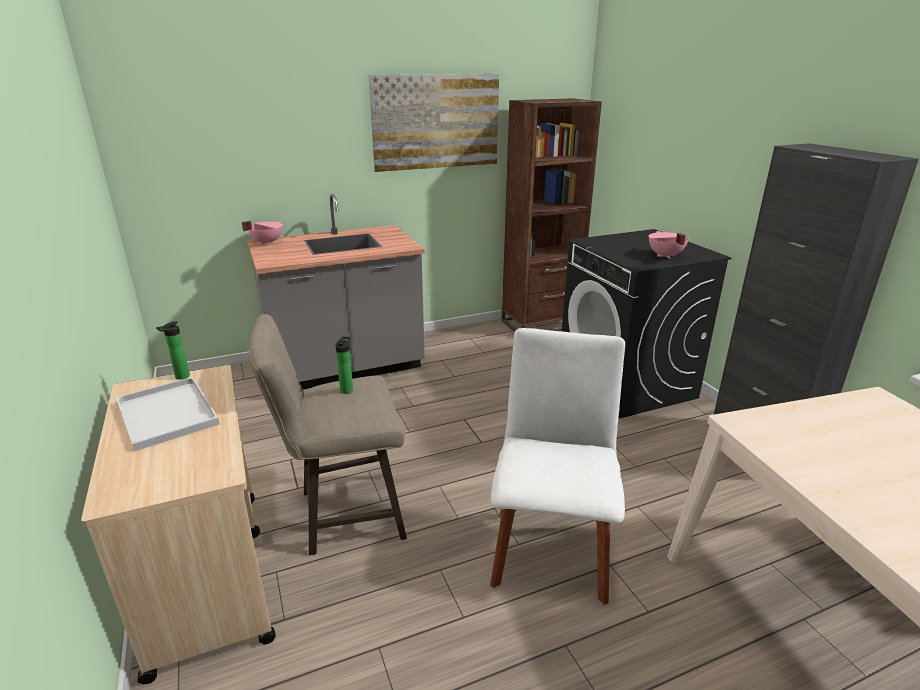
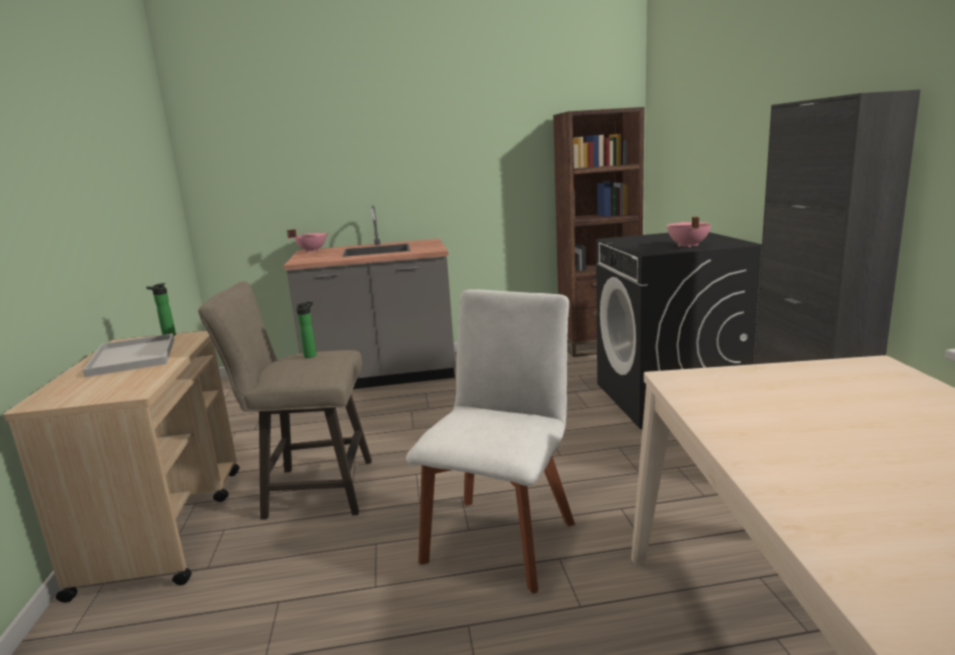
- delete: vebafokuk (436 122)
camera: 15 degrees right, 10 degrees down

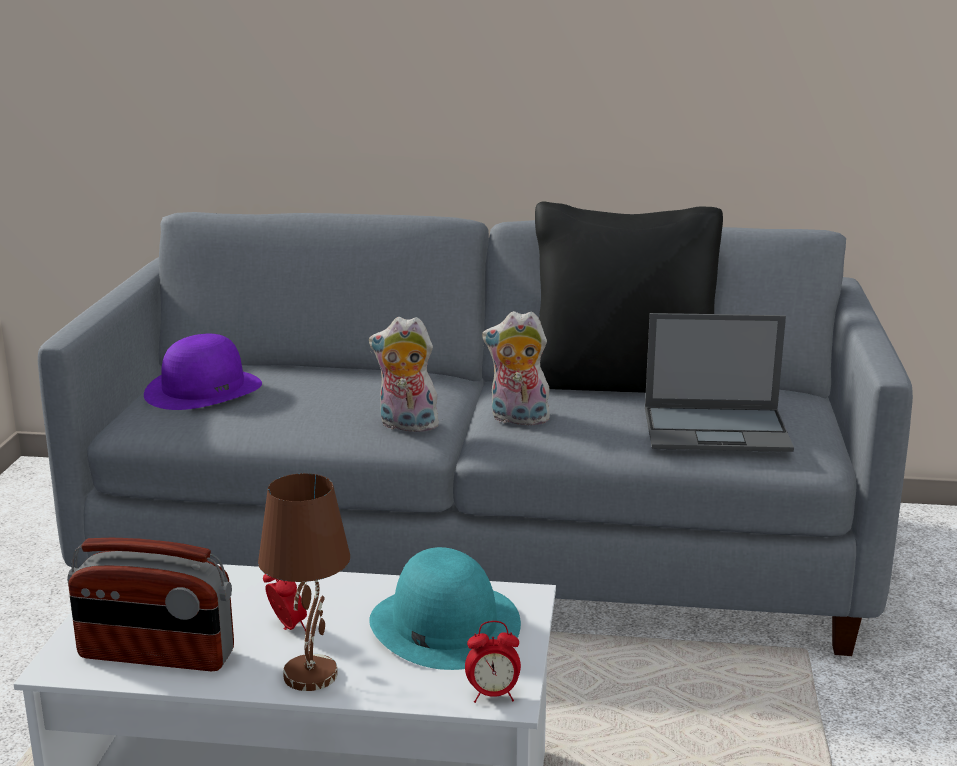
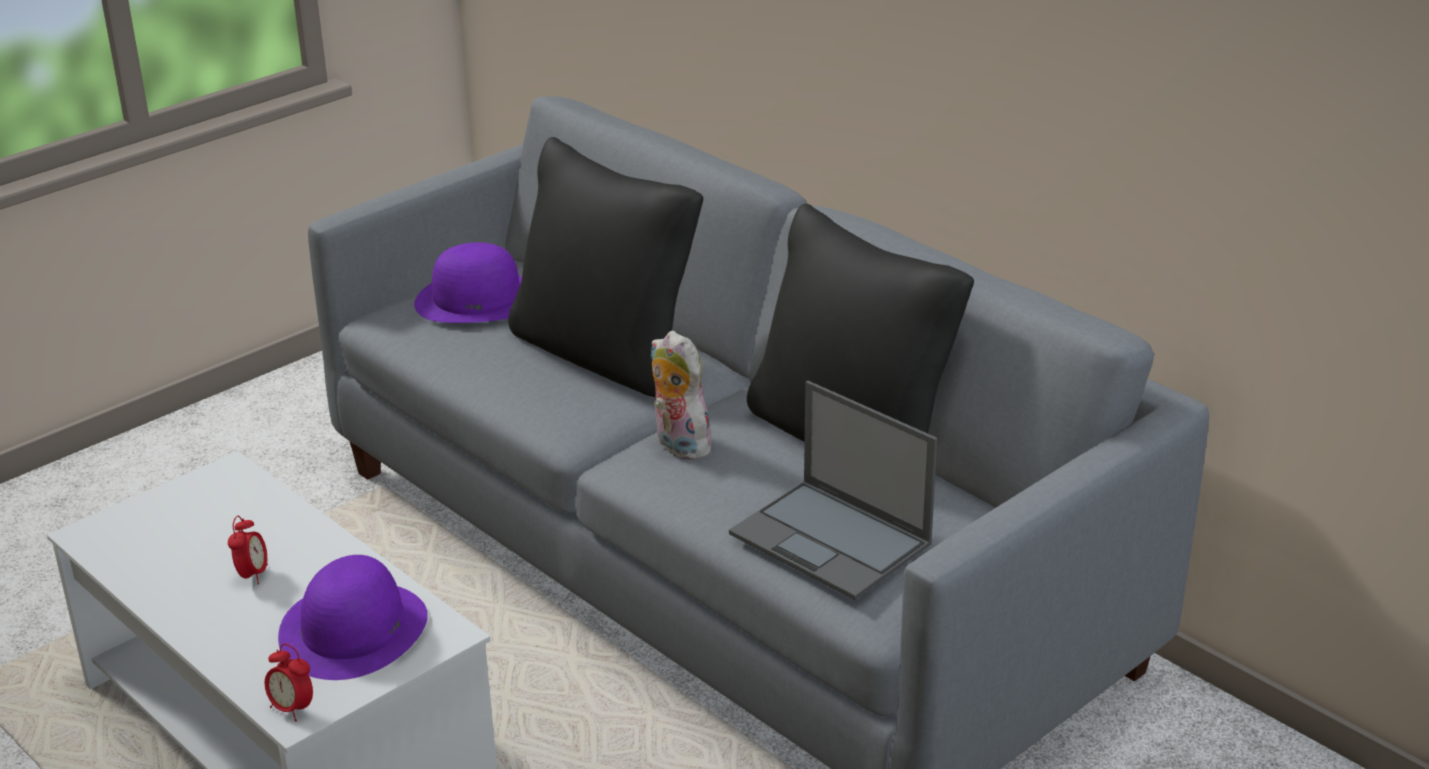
- delete: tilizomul (156 656)
- delete: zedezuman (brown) (310 674)
- delete: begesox (406 426)
- recolor: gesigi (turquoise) (444 625) to gesigi (purple) (354 629)
- insert: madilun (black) (605 354)
camera: 40 degrees right, 10 degrees up

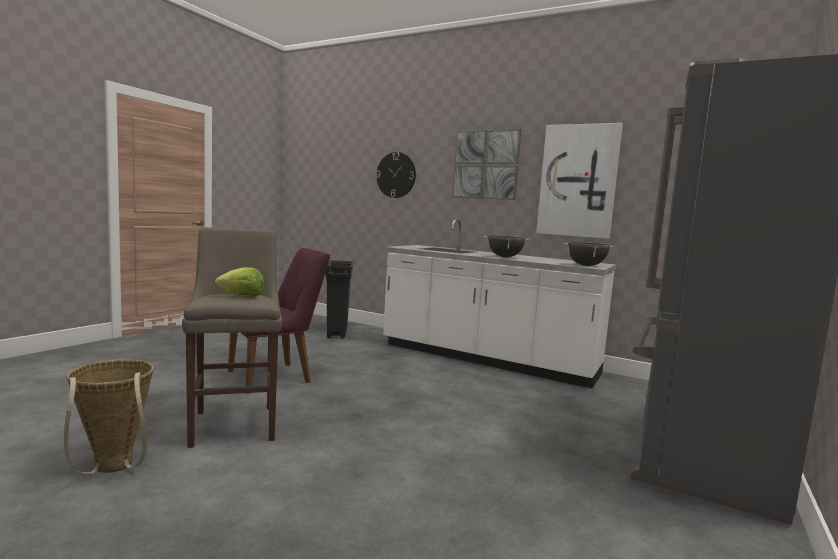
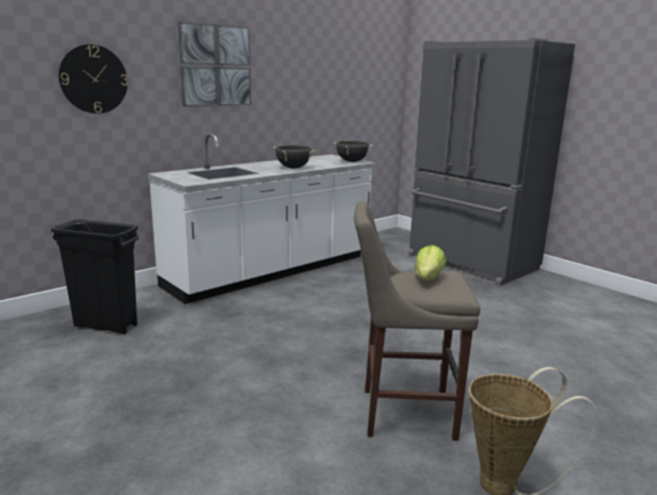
- delete: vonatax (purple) (277 376)
- delete: vebafokuk (578 181)
camera: 70 degrees left, 10 degrees up

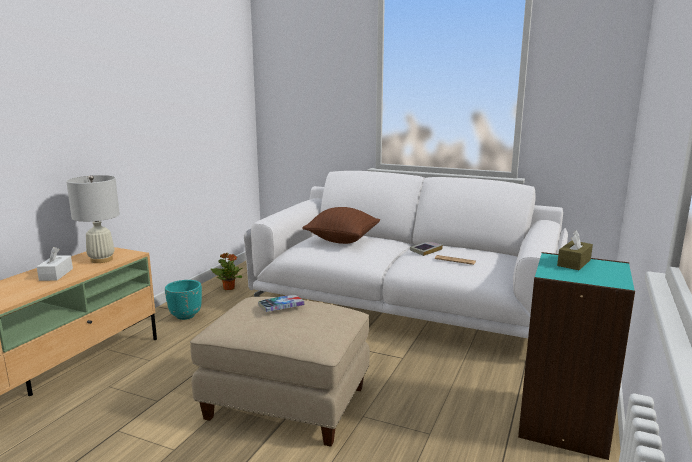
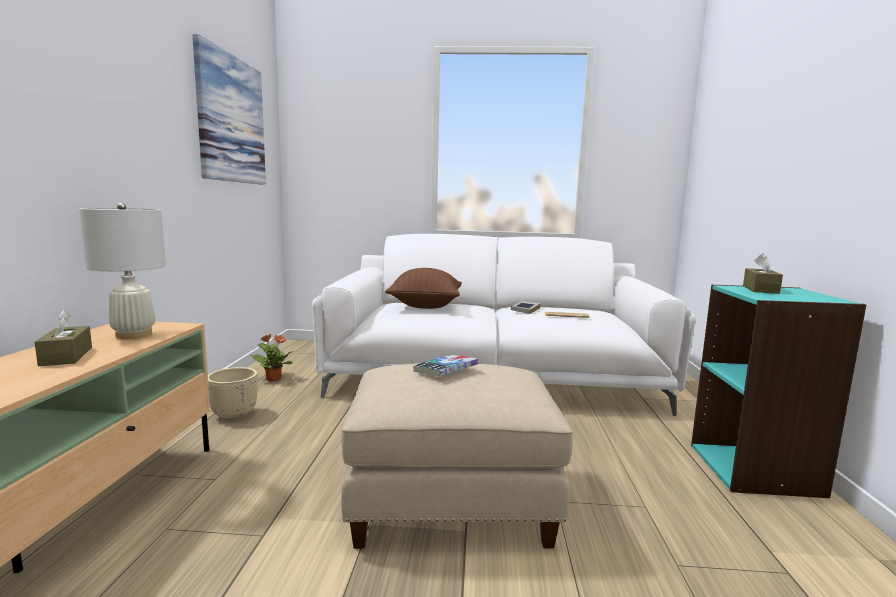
- recolor: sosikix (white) (56 274) to sosikix (brown) (66 356)
- recolor: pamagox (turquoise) (186 316) to pamagox (beige) (235 416)
- insert: vebafokuk (231 119)
camera: 20 degrees left, 5 degrees down

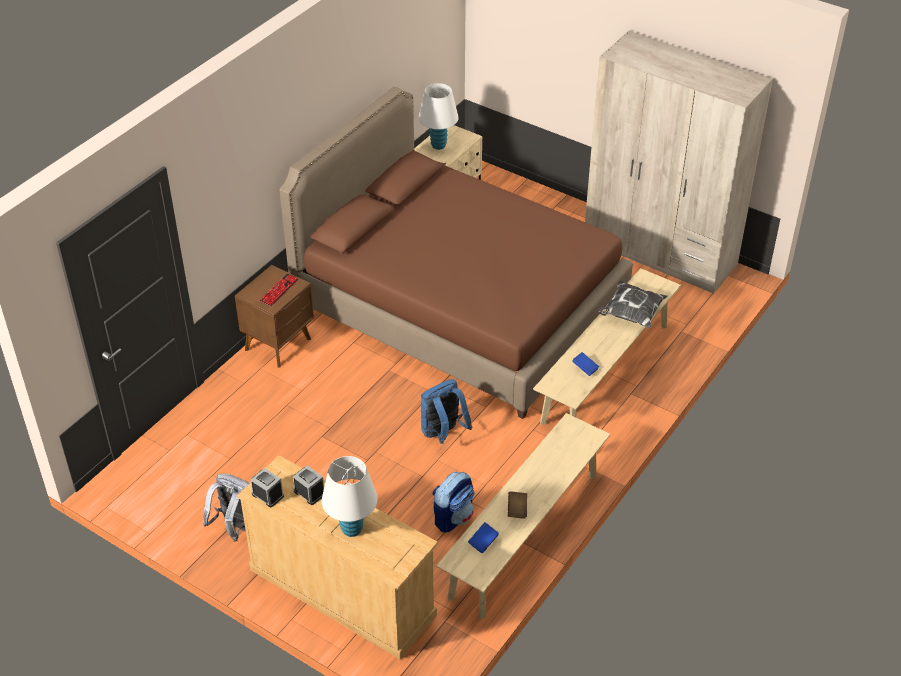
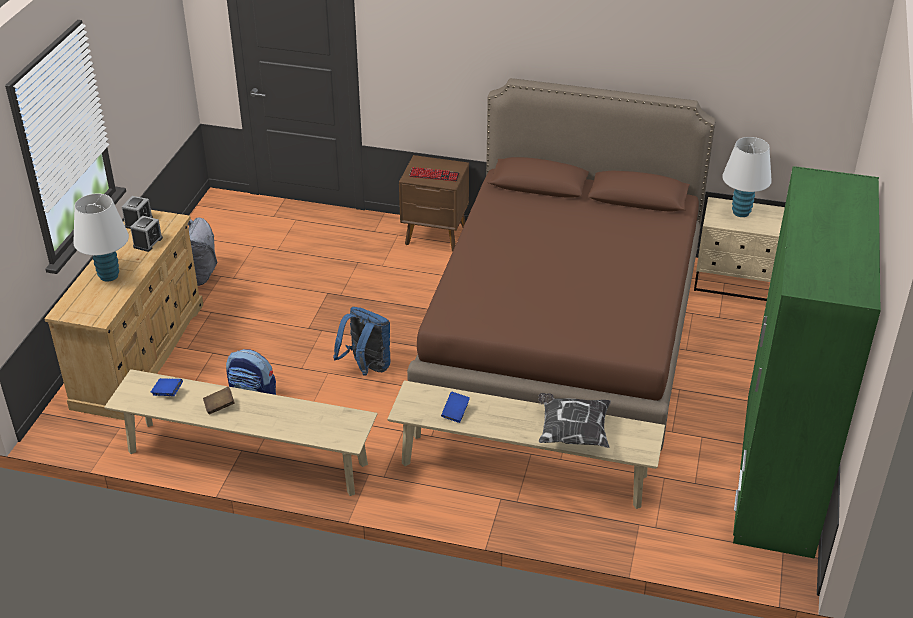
- recolor: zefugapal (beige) (660 253) to zefugapal (green) (777 476)
camera: 70 degrees right, 5 degrees down

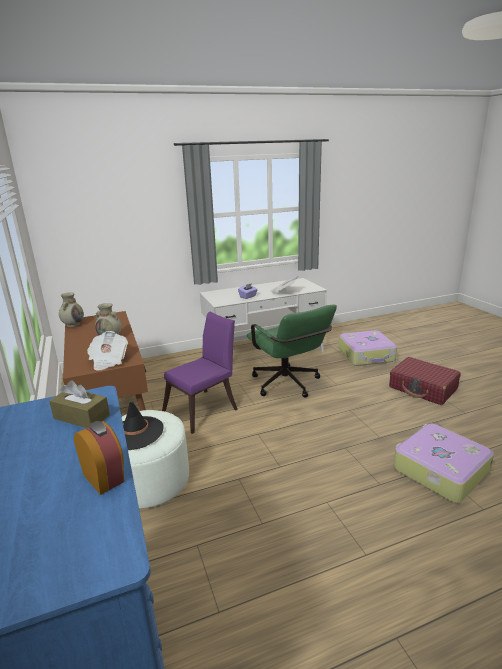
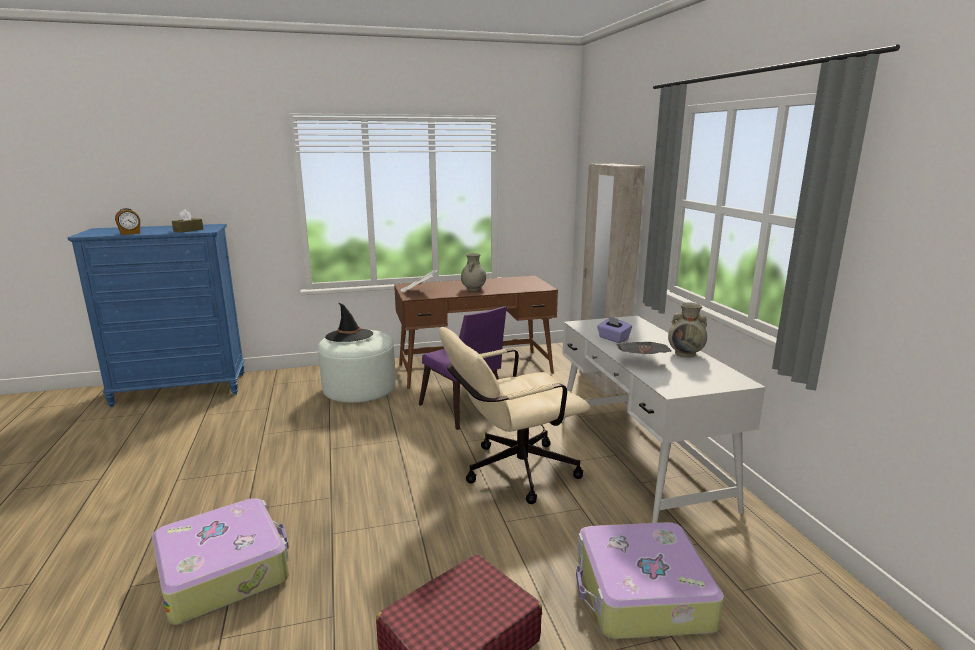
- move: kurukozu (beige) (73 324) to (686 353)
- recolor: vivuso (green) (288 385) to vivuso (beige) (511 472)
- insert: zefugapal (beige) (601 382)
camera: 95 degrees right, 5 degrees down

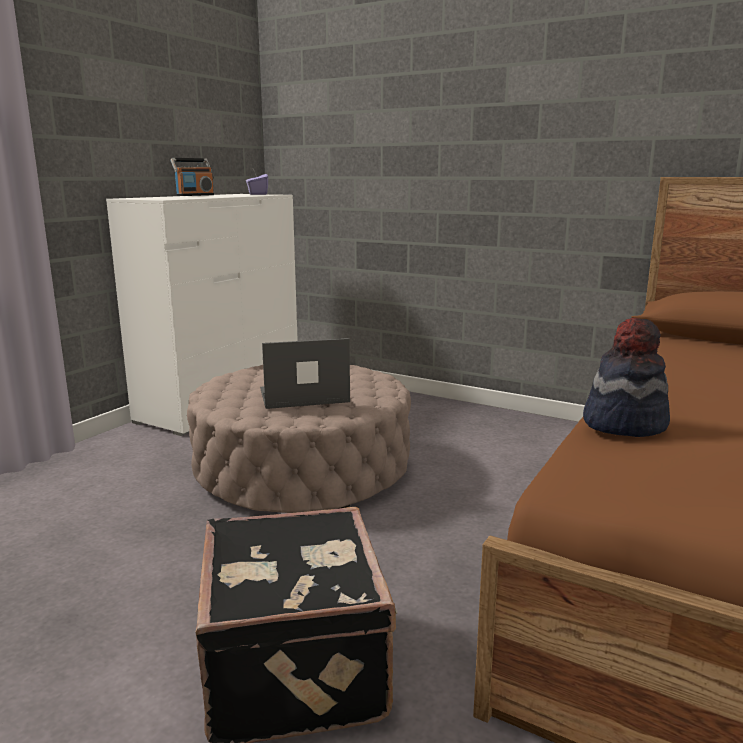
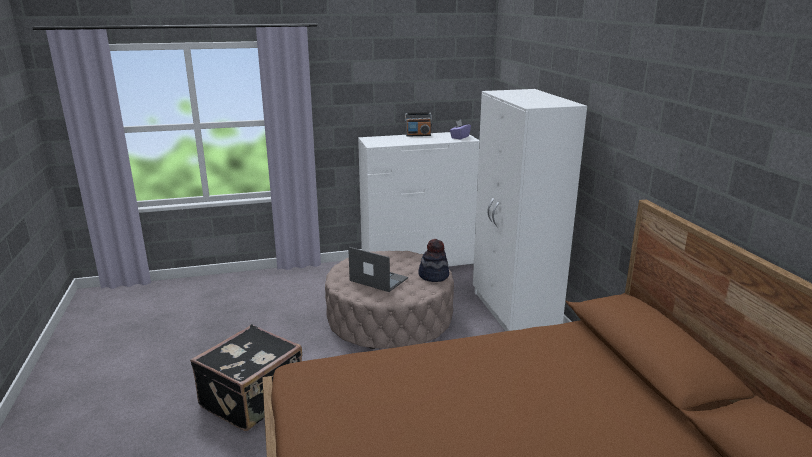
- move: gesigi (623 423) to (433 276)
- insert: zefugapal (white) (514 312)
camera: 45 degrees right, 5 degrees up

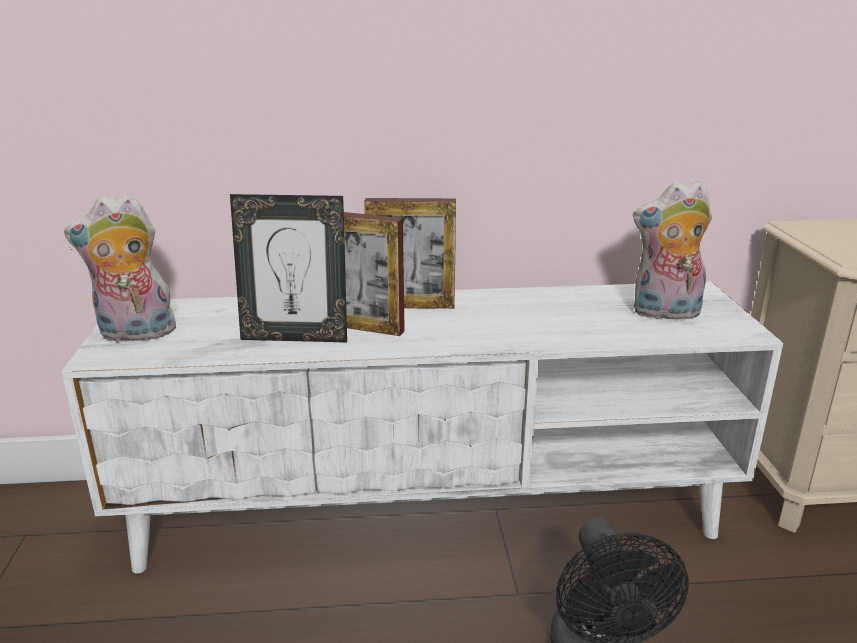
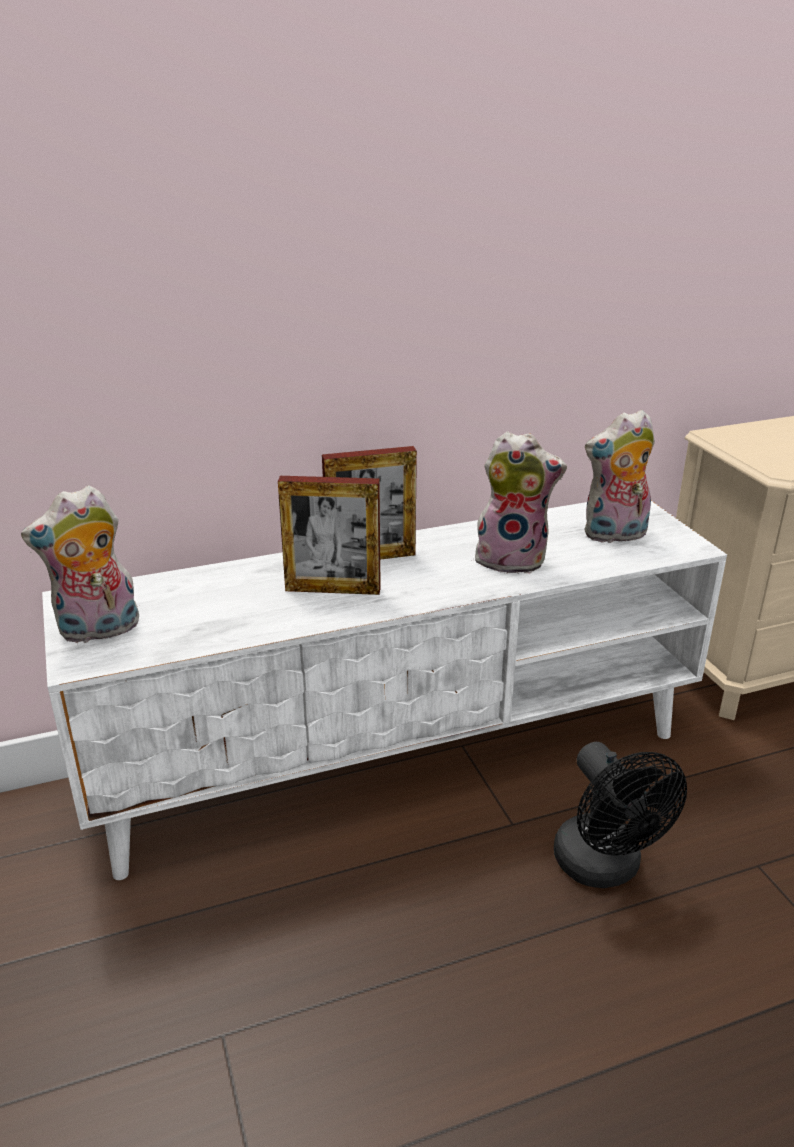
- delete: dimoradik (295 337)
- insert: begesox (512 559)
camera: 15 degrees left, 5 degrees up

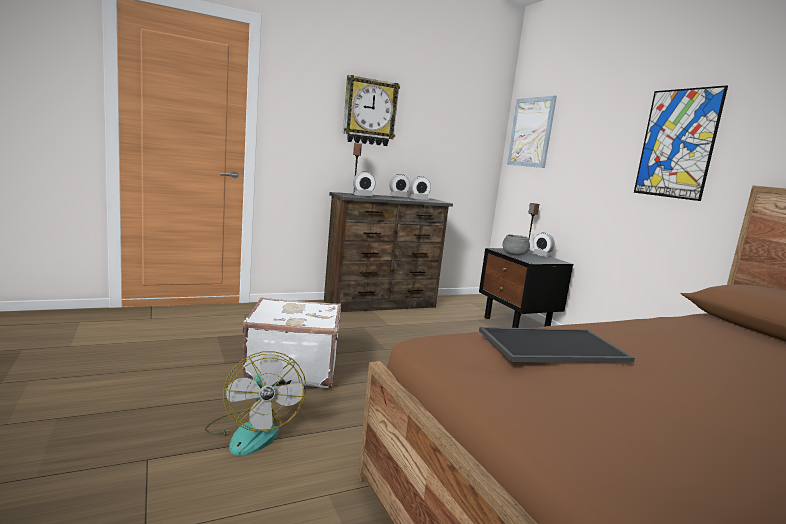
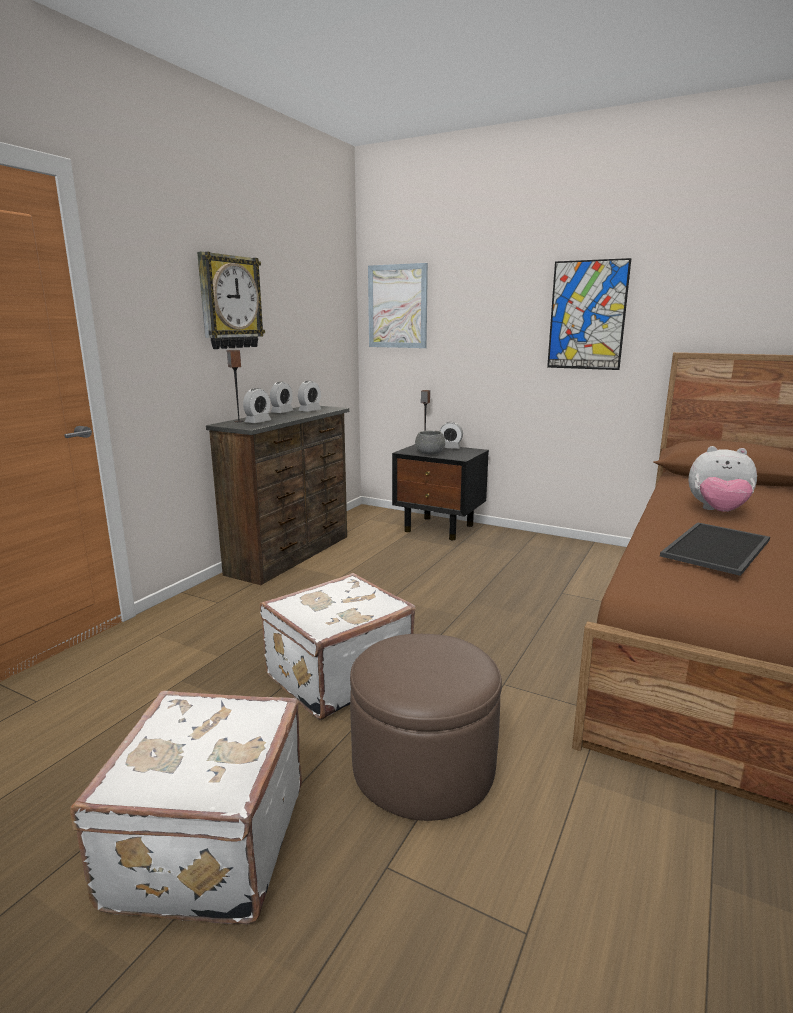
- replace: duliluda (252 431) to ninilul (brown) (423 765)
- insert: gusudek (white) (204 845)
- insert: begesox (718 512)
camera: 35 degrees left, 5 degrees up

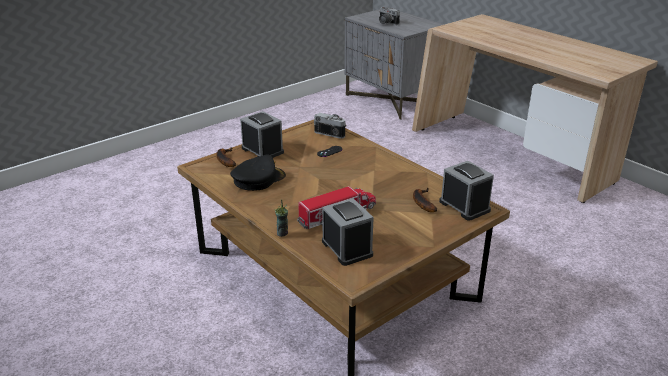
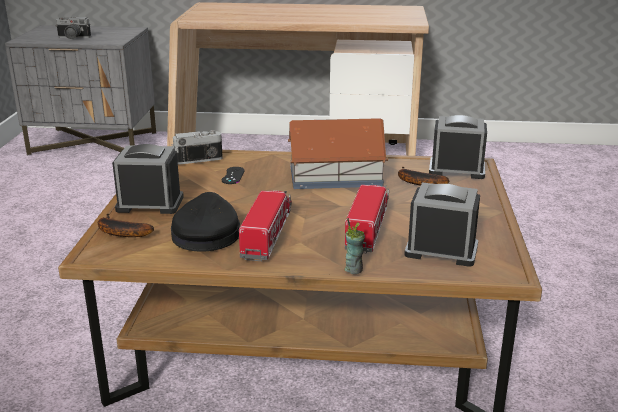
- insert: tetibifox (267 233)
- insert: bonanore (334 176)
camera: 45 degrees left, 5 degrees down

